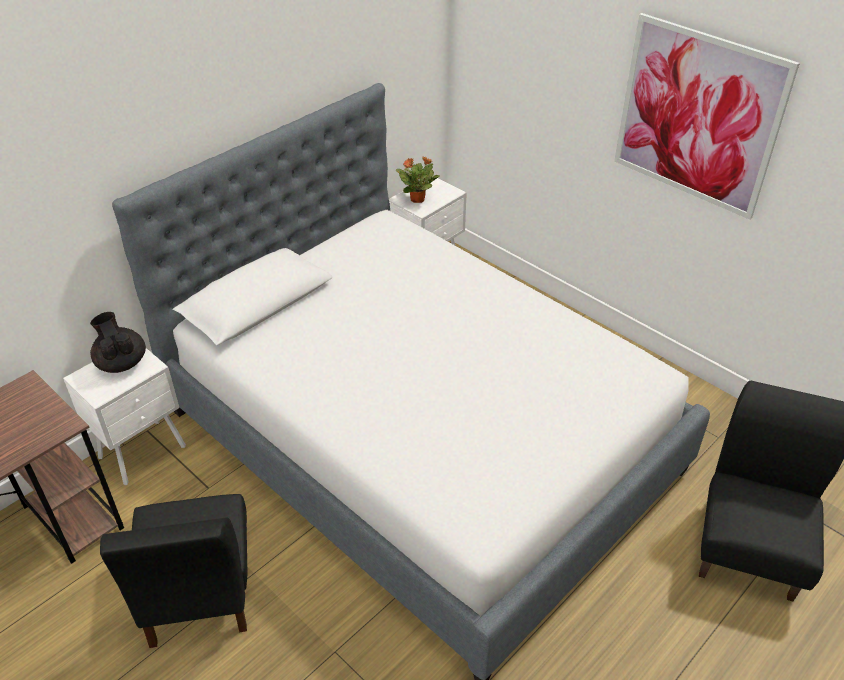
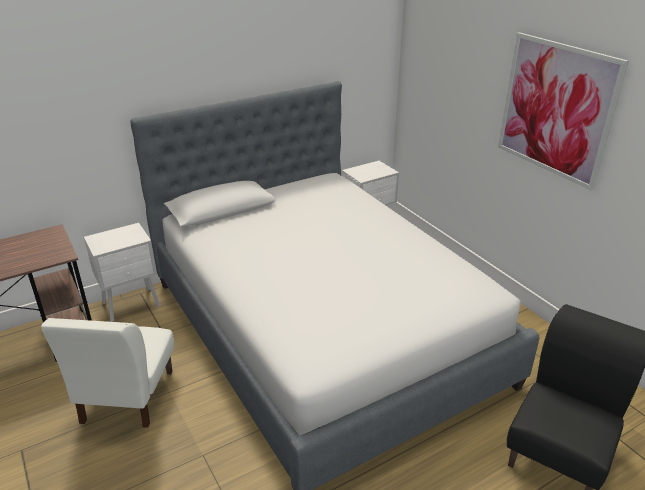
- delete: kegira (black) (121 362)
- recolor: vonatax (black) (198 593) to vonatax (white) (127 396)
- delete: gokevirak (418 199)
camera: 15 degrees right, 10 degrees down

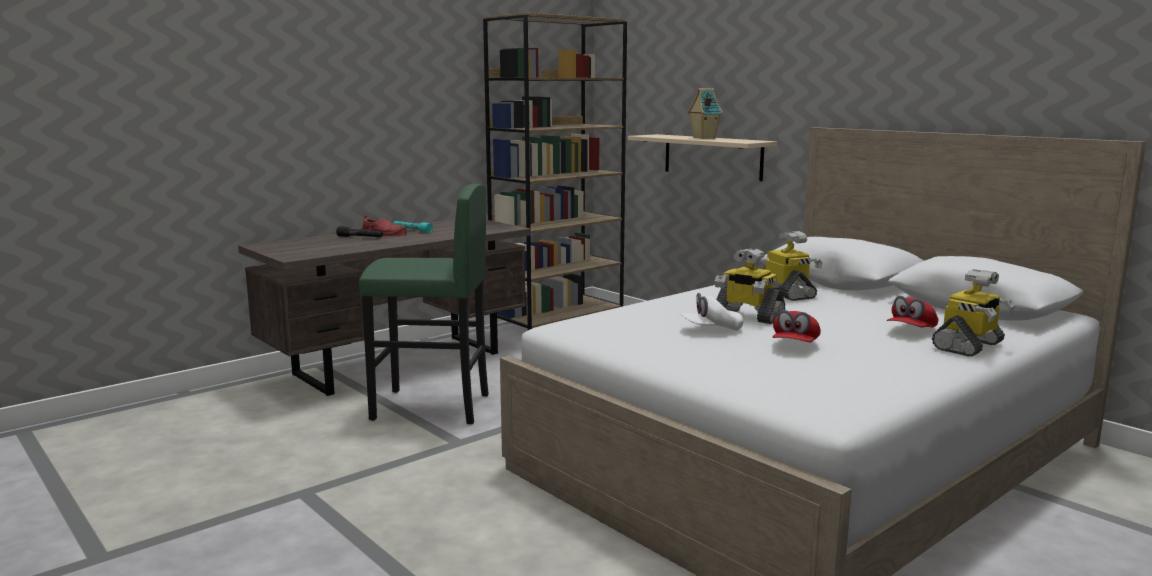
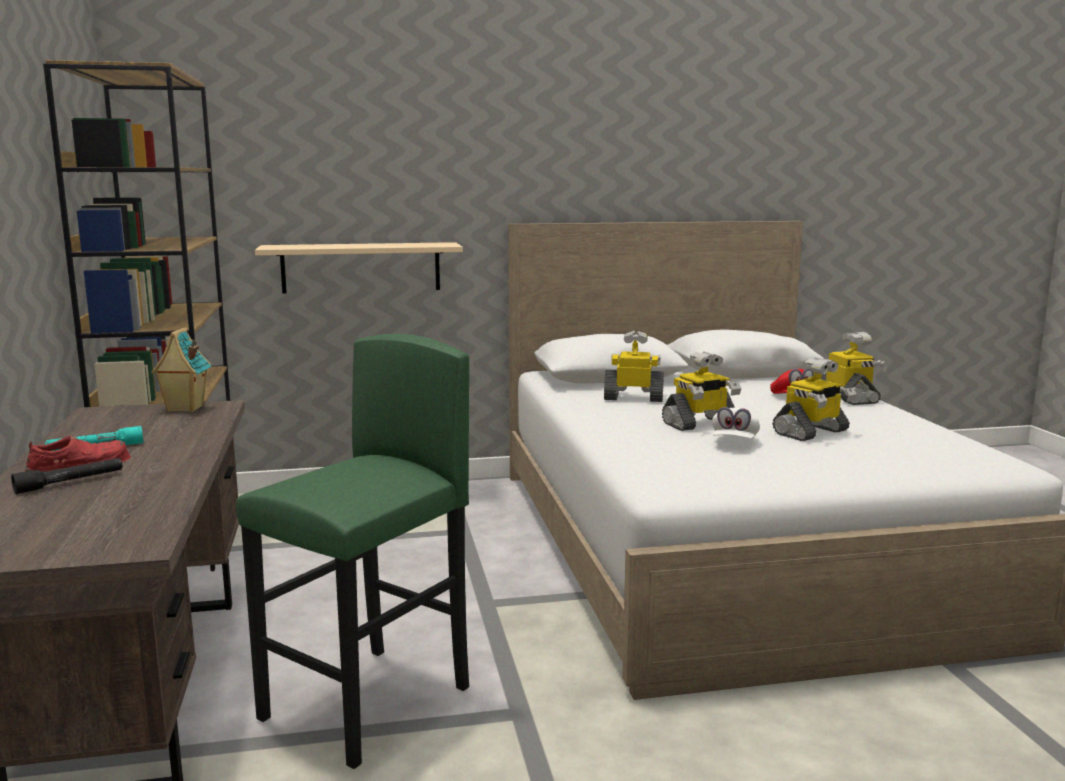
- move: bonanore (703 138) to (184 409)
- replace: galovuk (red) (794 346) to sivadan (811 432)
camera: 60 degrees left, 0 degrees up

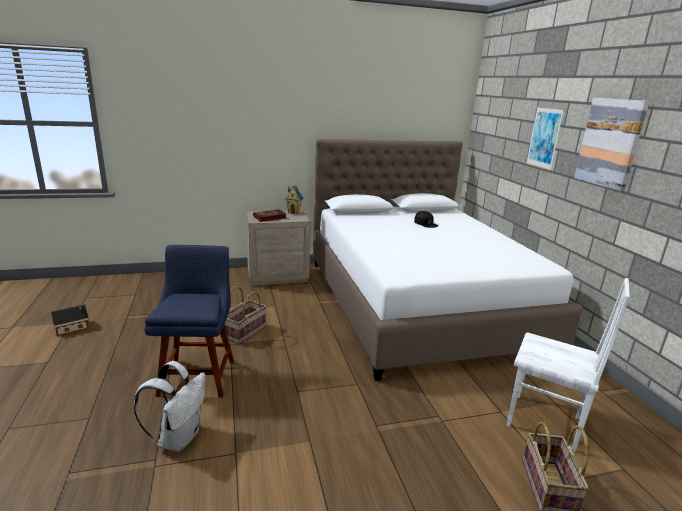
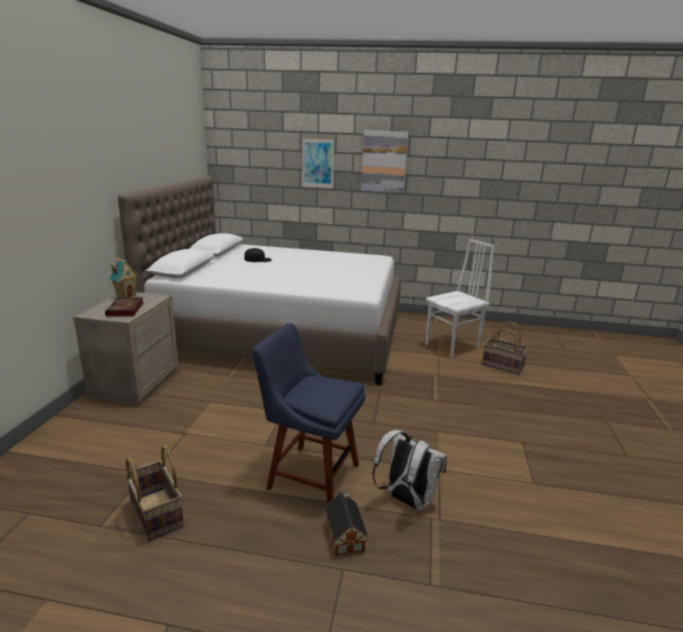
- move: bonanore (73 327) to (345 534)
- move: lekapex (244 332) to (155 514)
camera: 65 degrees left, 0 degrees up

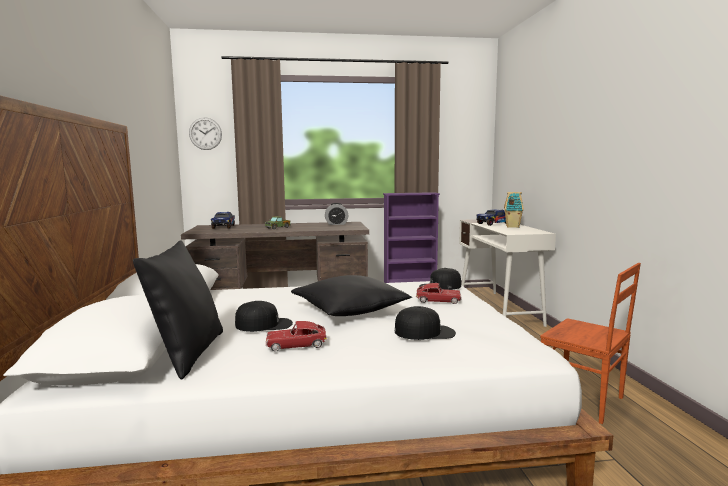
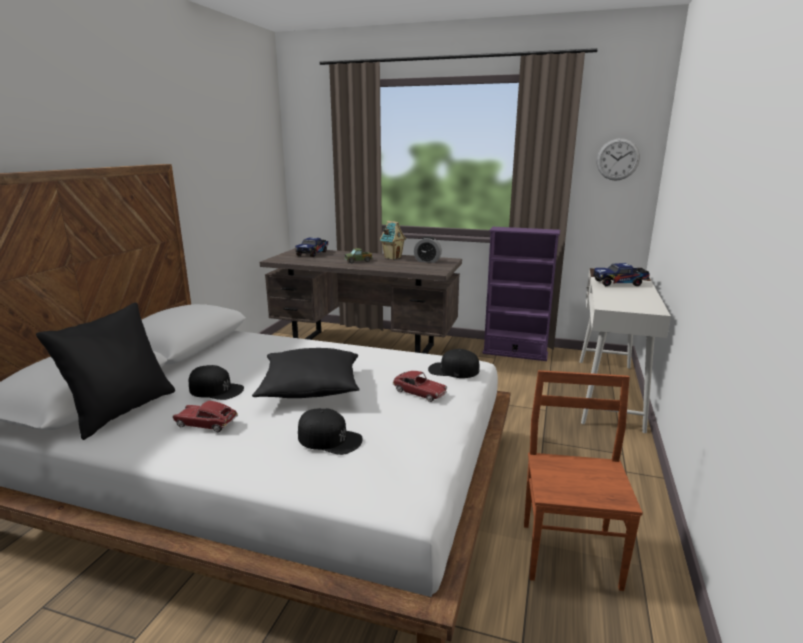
- move: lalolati (205 133) to (617 159)
- move: bonanore (512 226) to (392 257)
- rotate: vonatax (brown) (582 401) = (571 554) 150 degrees counterclockwise
camera: 25 degrees right, 10 degrees up

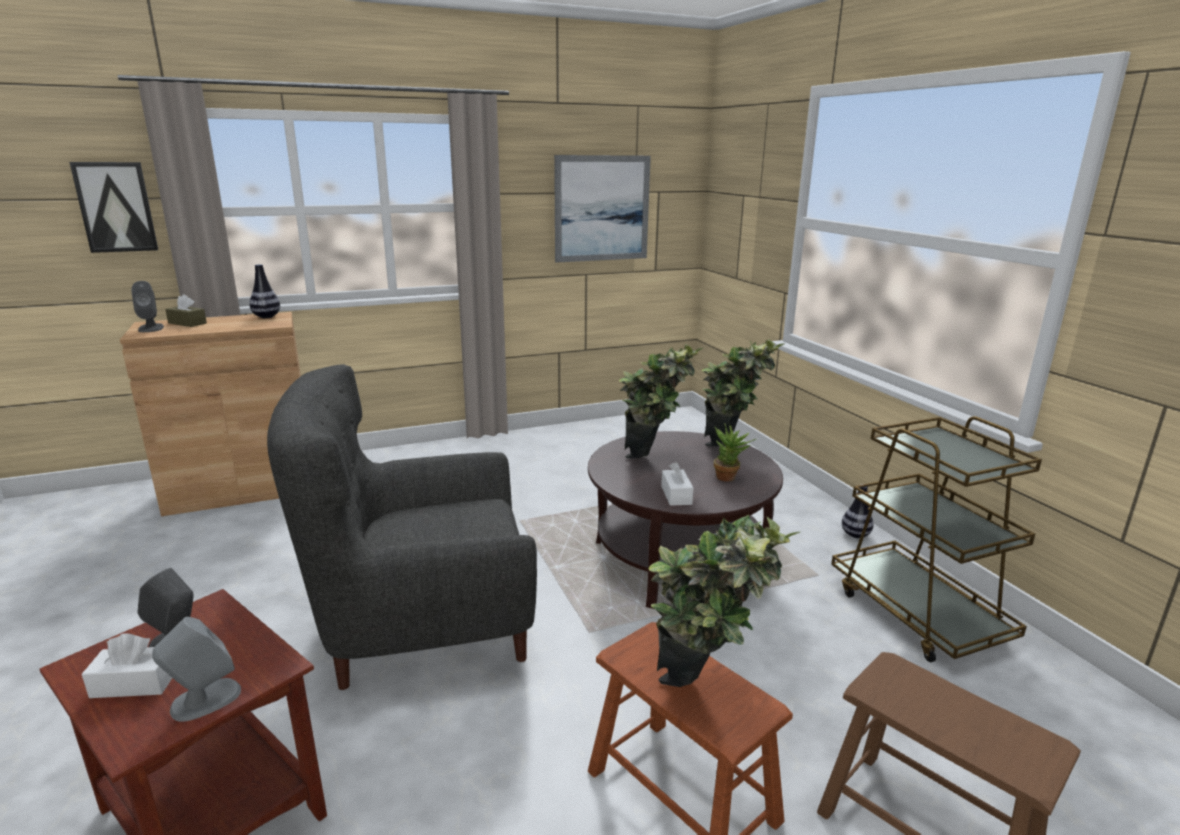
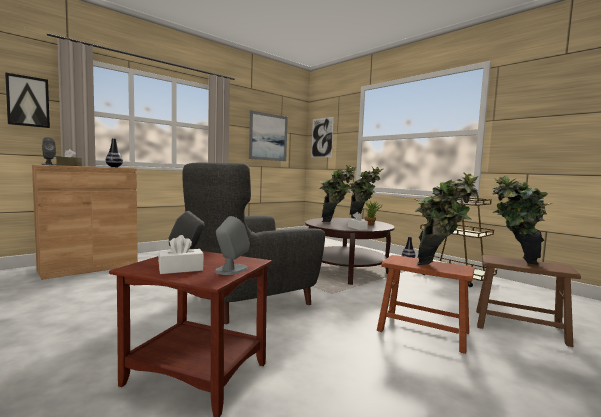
- insert: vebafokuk (322 137)
- insert: gokevirak (515 262)
camera: 20 degrees left, 15 degrees down

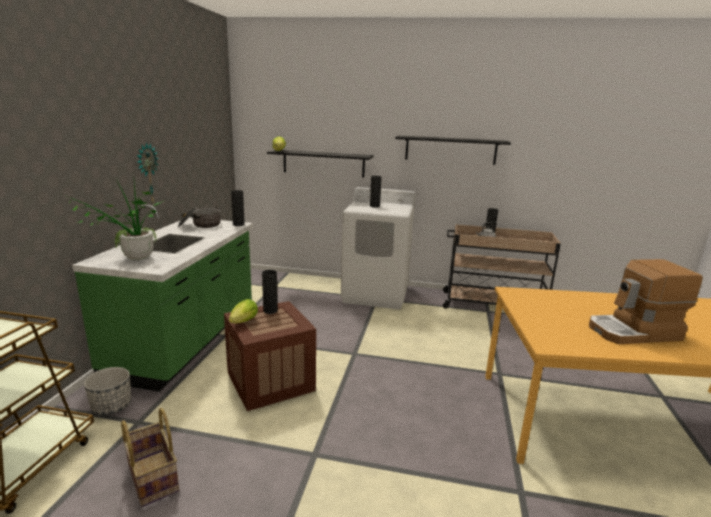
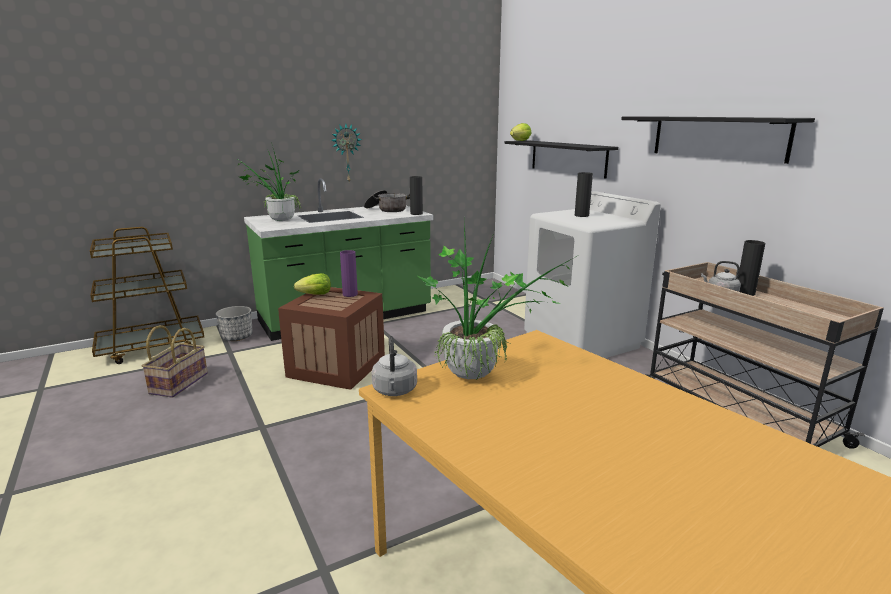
- recolor: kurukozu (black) (270 310) to kurukozu (purple) (350 294)
- delete: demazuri (634 332)
- insert: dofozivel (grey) (395 391)
- insert: gokevirak (481 372)
camera: 50 degrees right, 0 degrees up

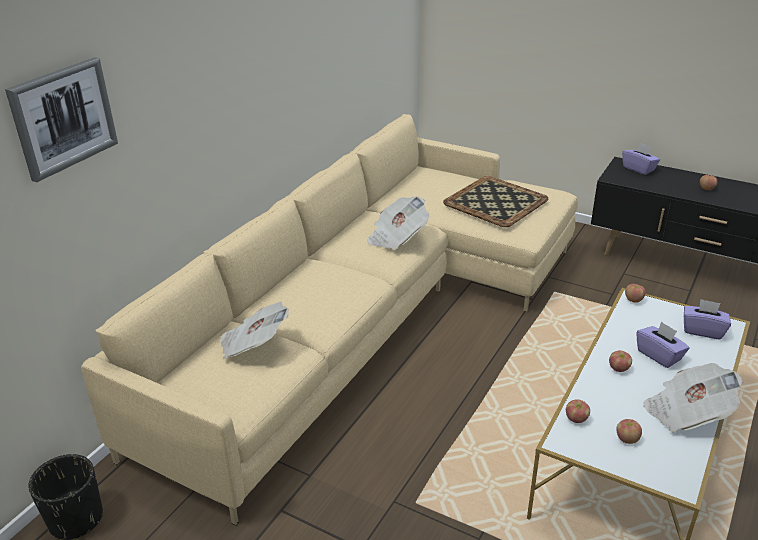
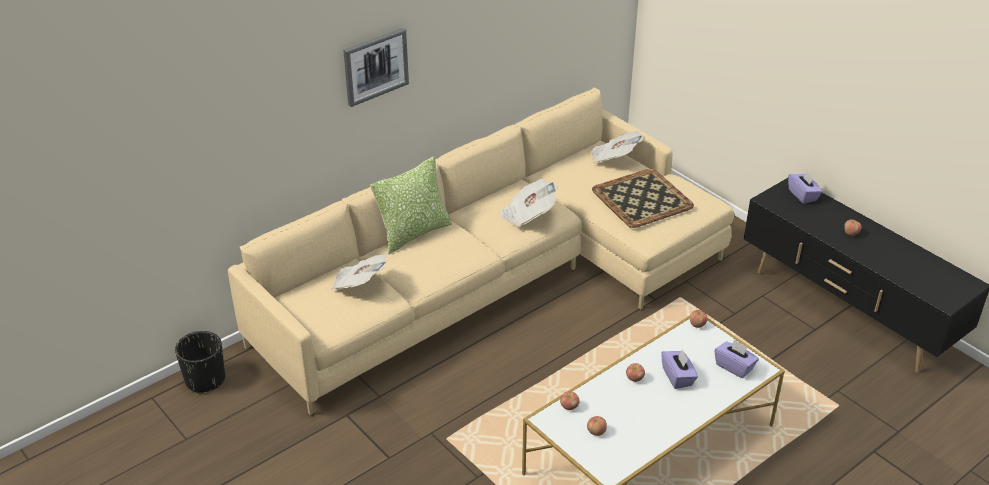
- move: vebafokuk (63 117) to (375 66)
- move: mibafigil (687 413) to (614 158)
- insert: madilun (414 233)
camera: 20 degrees right, 5 degrees up

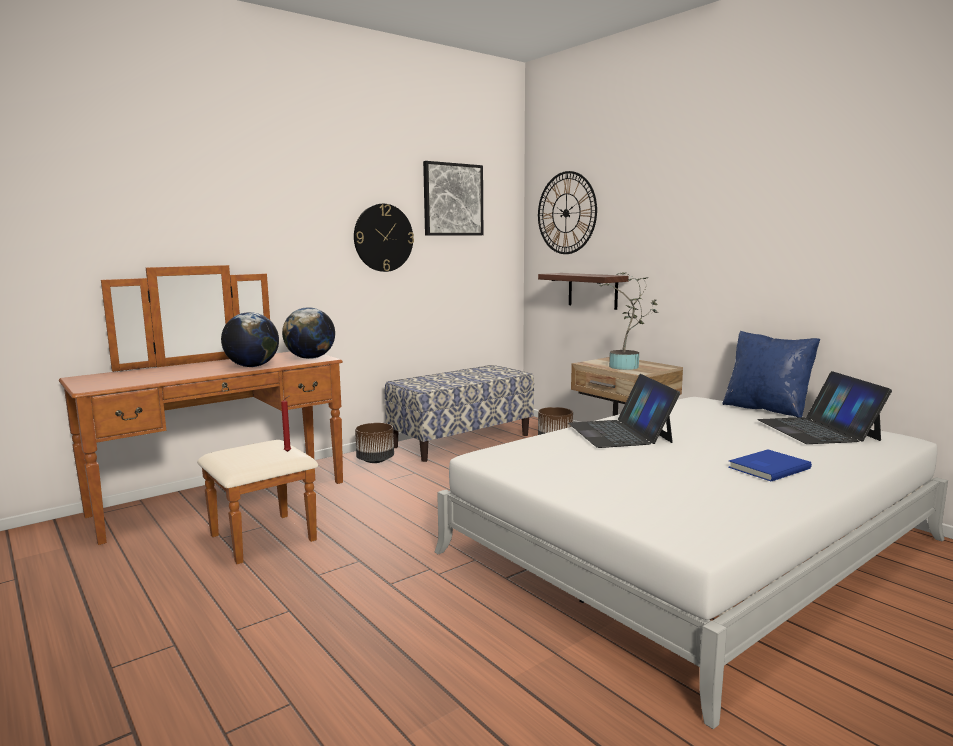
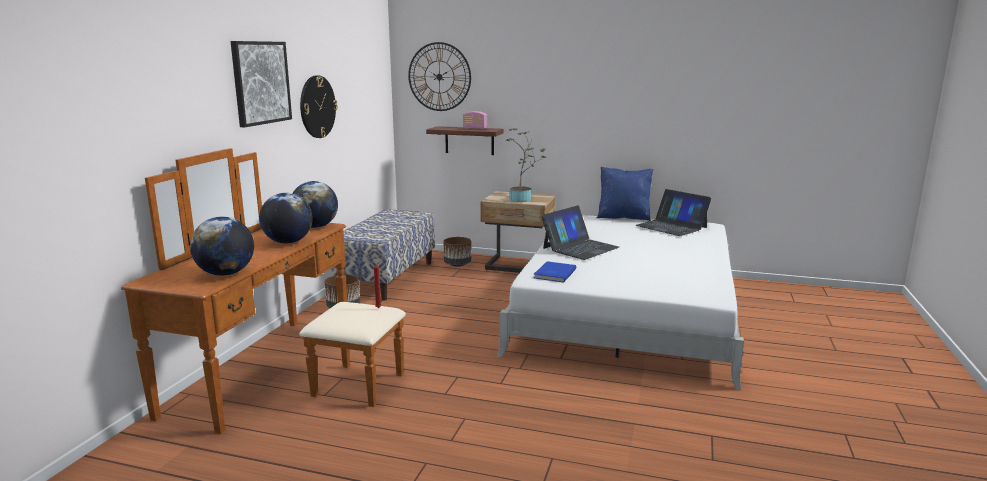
- move: vebafokuk (453 199) to (261 82)
- rotate: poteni (620 433) = (580 247) 90 degrees counterclockwise
- move: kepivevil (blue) (766 467) to (553 273)
- insert: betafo (226 274)
- insert: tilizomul (475 128)
camera: 35 degrees left, 5 degrees up

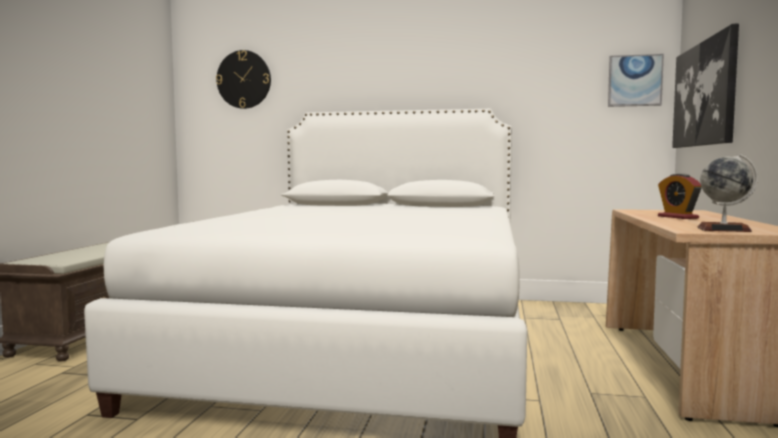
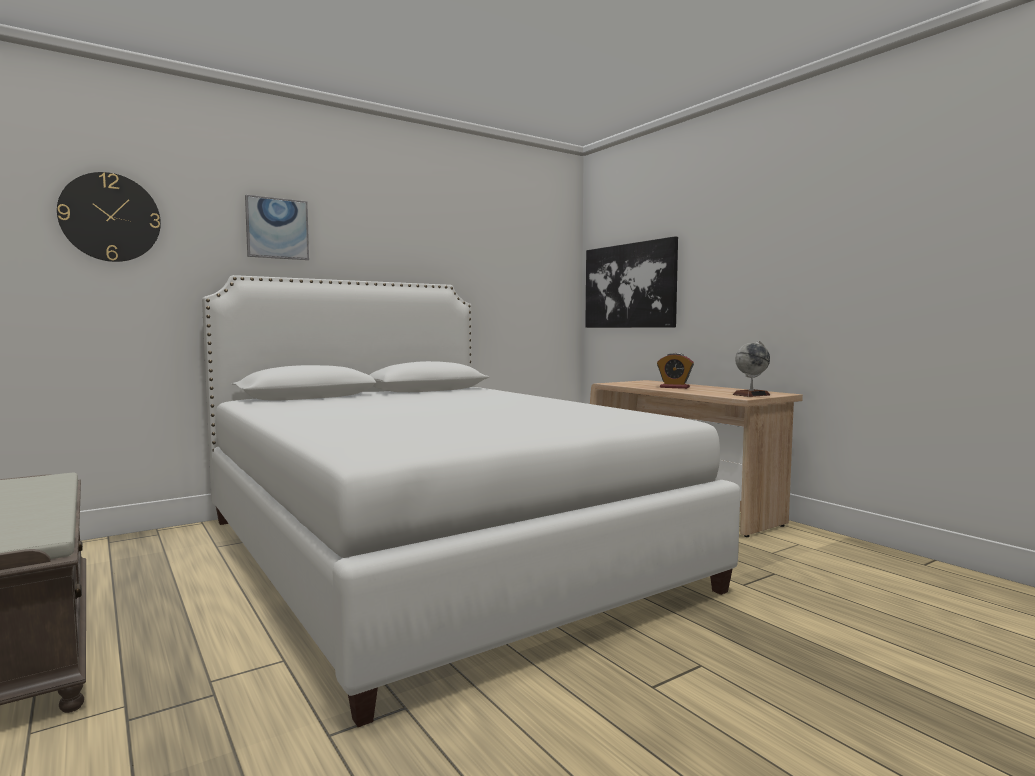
- move: vebafokuk (635 80) to (277 228)
camera: 45 degrees left, 0 degrees up

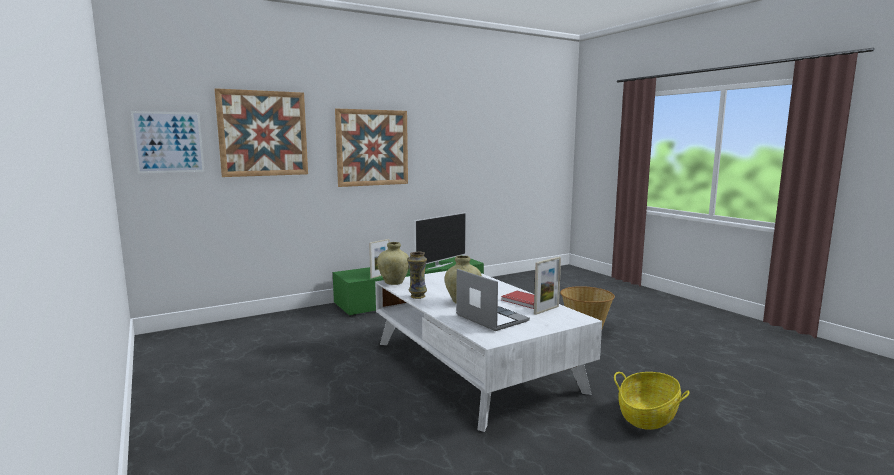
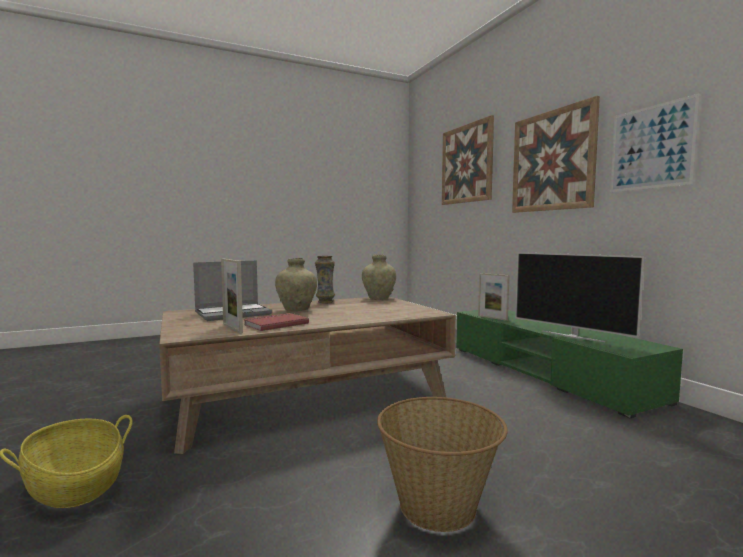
- move: vebafokuk (169 142) to (651 147)
- recolor: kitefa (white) (473 365) to kitefa (brown) (308 394)
camera: 95 degrees right, 5 degrees down

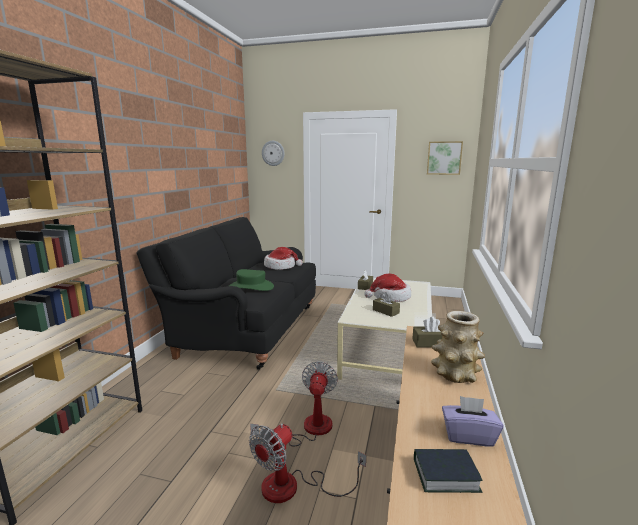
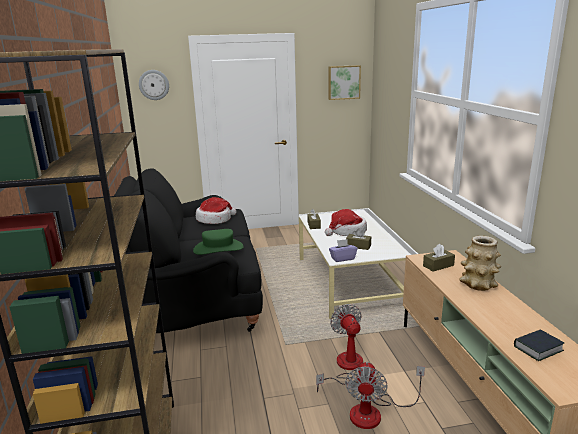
- move: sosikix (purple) (468 435) to (342 258)
camera: 25 degrees left, 5 degrees up

